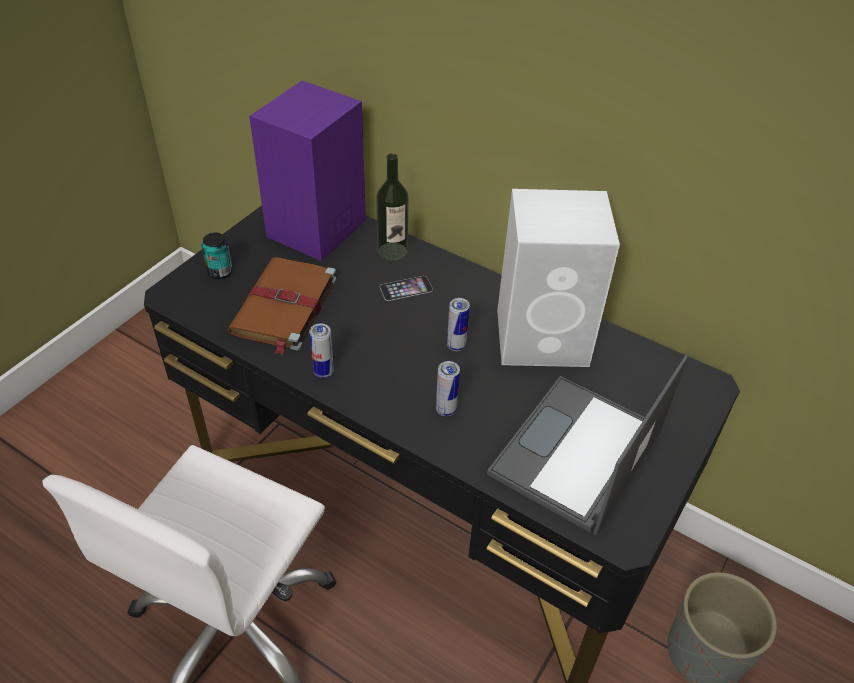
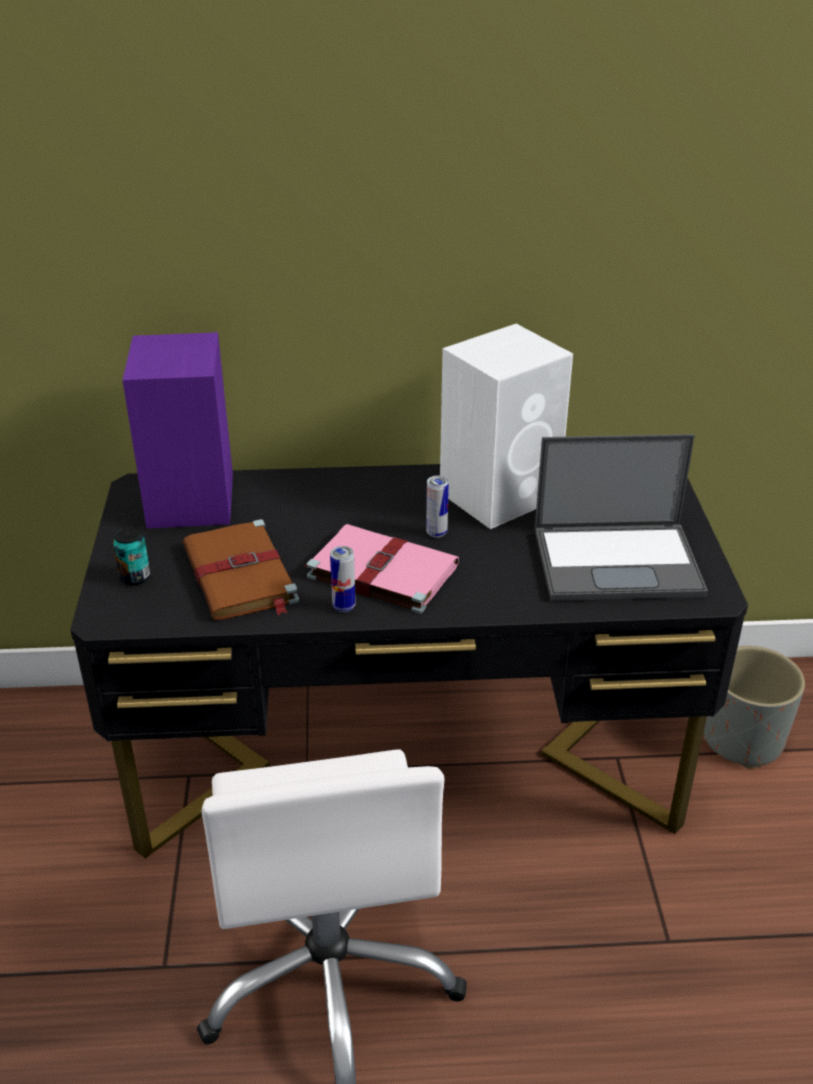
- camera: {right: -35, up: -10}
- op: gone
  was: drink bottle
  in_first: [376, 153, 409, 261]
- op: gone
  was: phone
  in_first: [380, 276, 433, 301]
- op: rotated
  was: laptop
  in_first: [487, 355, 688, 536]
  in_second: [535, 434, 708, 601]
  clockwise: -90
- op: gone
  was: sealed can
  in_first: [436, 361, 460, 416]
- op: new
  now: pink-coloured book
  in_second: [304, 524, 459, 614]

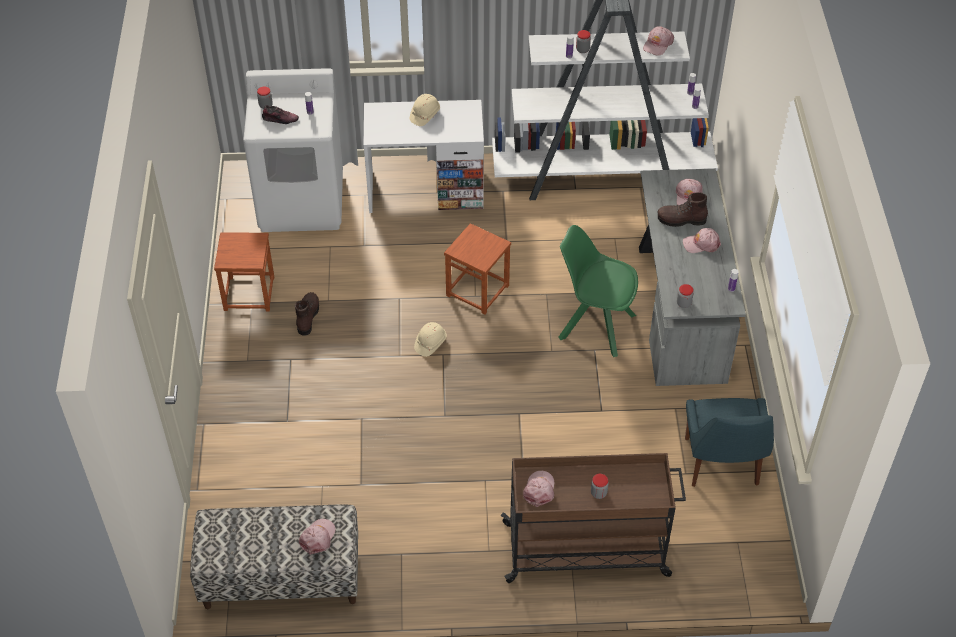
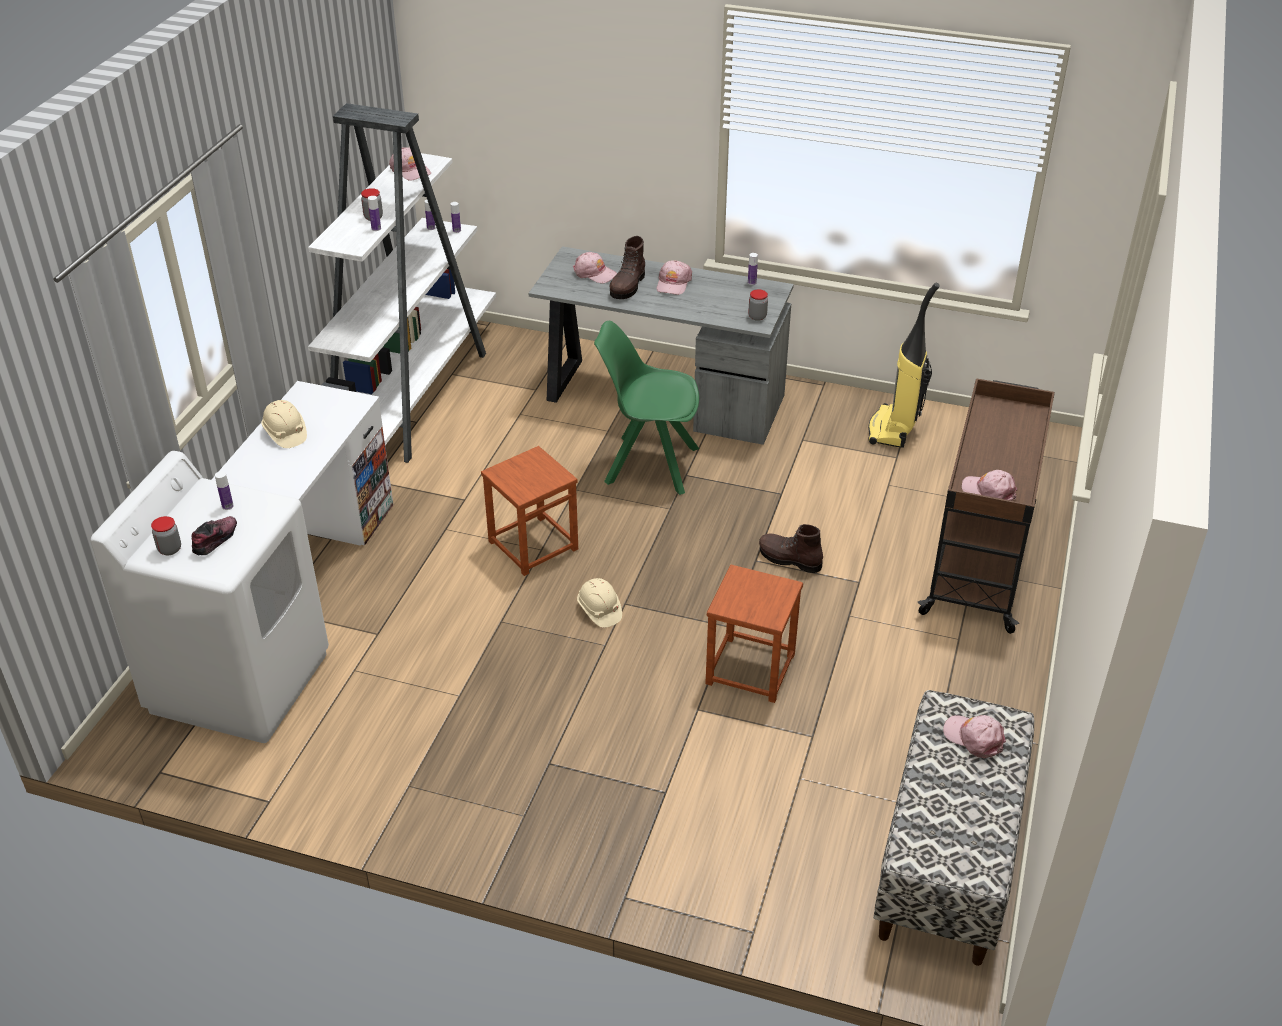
- camera: {right: -70, up: -10}
- op: rotated
  was: greenish plain chair
  in_first: [558, 225, 638, 357]
  in_second: [594, 321, 699, 495]
  clockwise: 60
- op: shifted
  was: brownish stool seat
  in_first: [214, 232, 274, 311]
  in_second: [705, 565, 803, 703]
- op: shifted
  was: brownish boot
  in_first: [295, 292, 319, 335]
  in_second: [759, 524, 823, 573]
- op: swapped
  was: blue plain chair
  now: vacuum cleaner
  in_first: [685, 398, 774, 487]
  in_second: [868, 283, 940, 448]
- op: gone
  was: storage jar
  in_first: [591, 474, 609, 499]

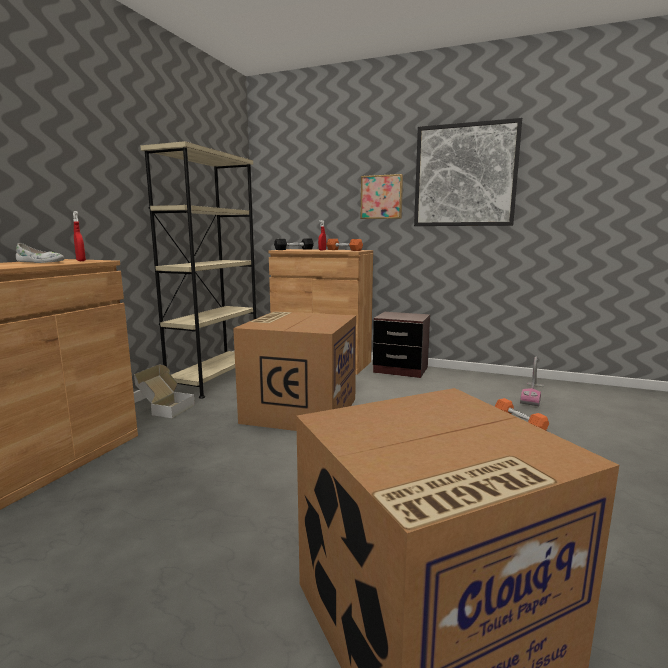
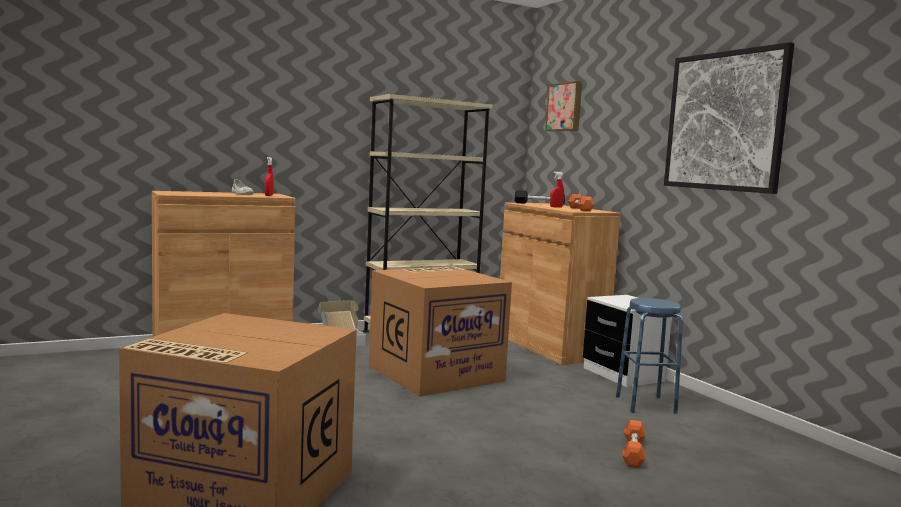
- camera: {right: 40, up: -5}
- op: shifted
  was: picture
  in_first: [360, 174, 403, 219]
  in_second: [545, 81, 582, 131]
- op: repainted
  was: brownish night table
  now: whitish night table
  in_first: [373, 312, 430, 378]
  in_second: [583, 295, 672, 387]
- op: gone
  was: vacuum cleaner
  in_first: [520, 357, 543, 407]
- op: new
  now: blue stool seat
  in_second: [616, 298, 683, 414]

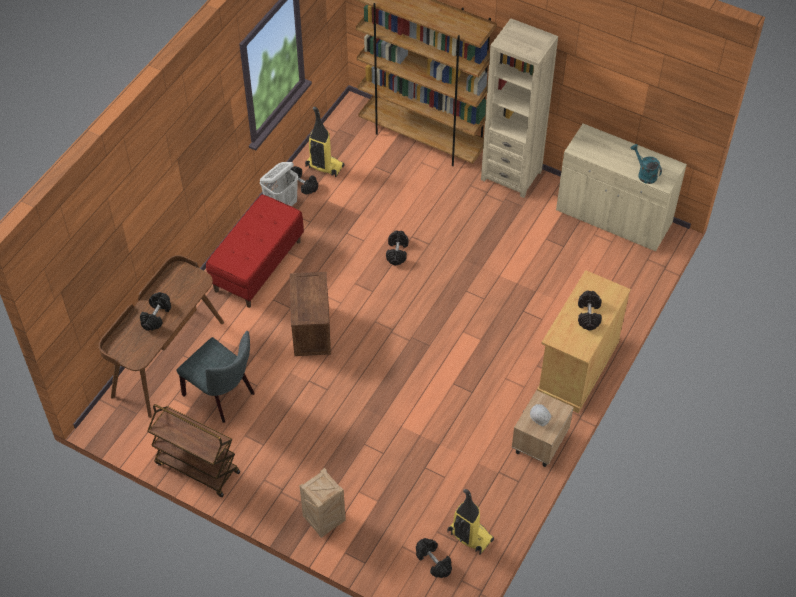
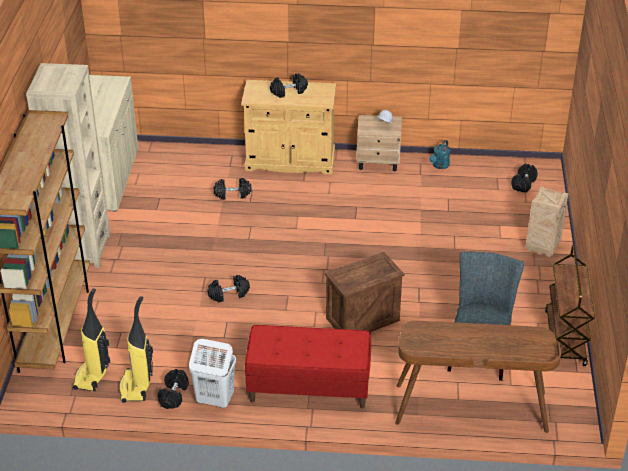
- camera: {right: -115, up: -15}
- op: shifted
  was: turquoise-coloured watering can
  in_first: [631, 144, 662, 184]
  in_second: [429, 140, 450, 169]
- op: shifted
  was: black dumbbell
  in_first: [140, 292, 171, 331]
  in_second: [213, 178, 252, 200]
- op: shifted
  was: vacuum cleaner
  in_first: [447, 489, 494, 555]
  in_second: [72, 288, 110, 391]

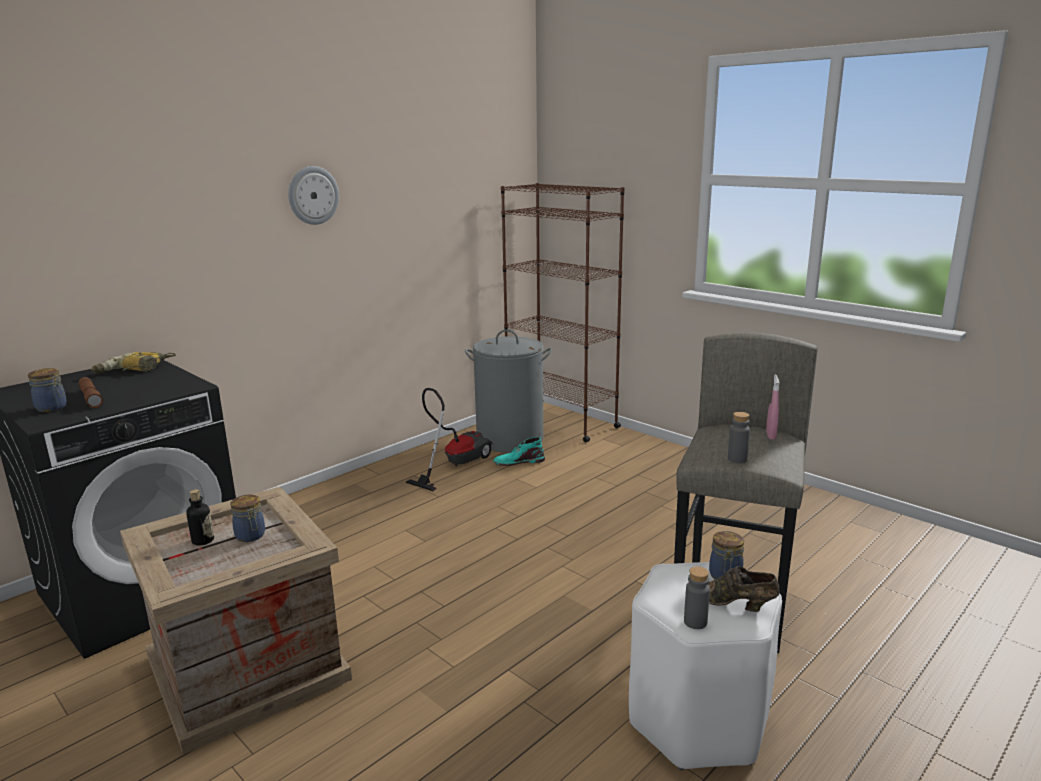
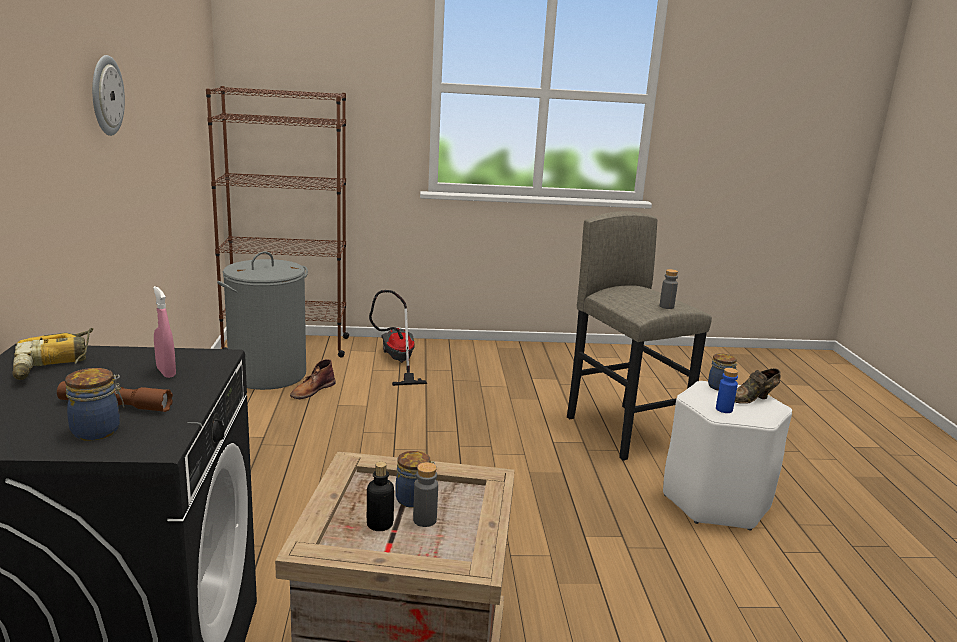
- camera: {right: -50, up: 0}
- op: shifted
  was: pink-coloured spray bottle
  in_first: [766, 374, 779, 439]
  in_second: [153, 286, 176, 378]
- op: shifted
  was: vacuum cleaner
  in_first: [406, 388, 493, 491]
  in_second: [369, 290, 427, 386]
- op: repainted
  was: turquoise-coloured boot
  now: brownish boot
  in_first: [493, 437, 545, 466]
  in_second: [290, 359, 336, 399]
- op: shifted
  was: grey drink bottle
  in_first: [684, 566, 710, 629]
  in_second: [413, 462, 438, 527]
- op: new
  now: blue drink bottle
  in_second: [716, 368, 738, 413]

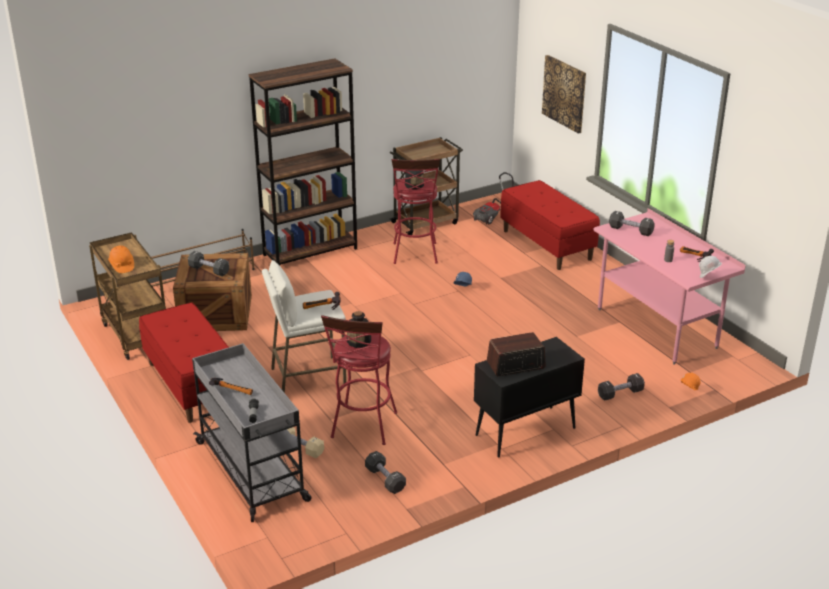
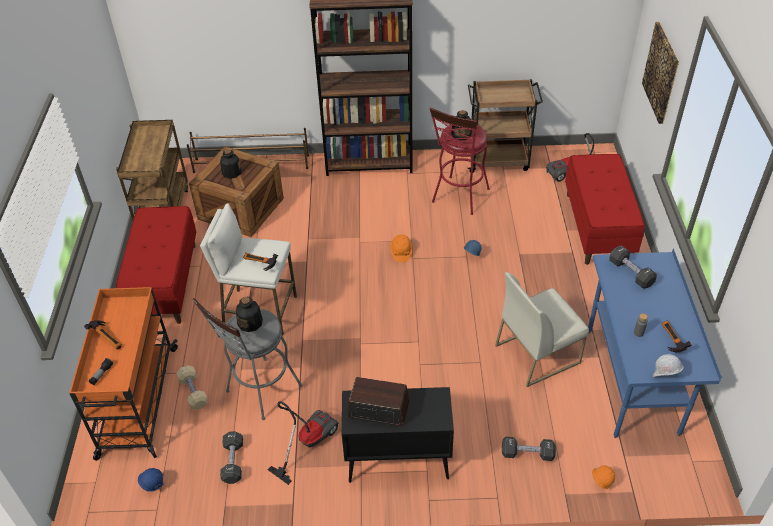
- camera: {right: 30, up: 15}
- op: repainted
  was: pink-coloured desk table
  now: blue desk table
  in_first: [593, 208, 746, 364]
  in_second: [588, 248, 722, 438]
- op: shifted
  was: orange-coloured hard hat
  in_first: [108, 246, 134, 273]
  in_second: [391, 234, 412, 262]
- op: swapped
  was: black dumbbell
  now: drink bottle
  in_first: [188, 251, 229, 277]
  in_second: [220, 149, 242, 179]
- op: repainted
  was: red stool seat
  now: grey stool seat
  in_first: [321, 315, 397, 445]
  in_second: [192, 298, 302, 420]
- op: repainted
  was: grey cart
  now: orange-coloured cart
  in_first: [192, 343, 312, 522]
  in_second: [69, 287, 178, 461]
- op: new
  now: whitish plain chair
  in_second: [495, 272, 589, 387]
- op: new
  now: vacuum cleaner
  in_second: [268, 401, 339, 485]
- op: new
  now: blue hard hat
  in_second: [138, 468, 163, 492]

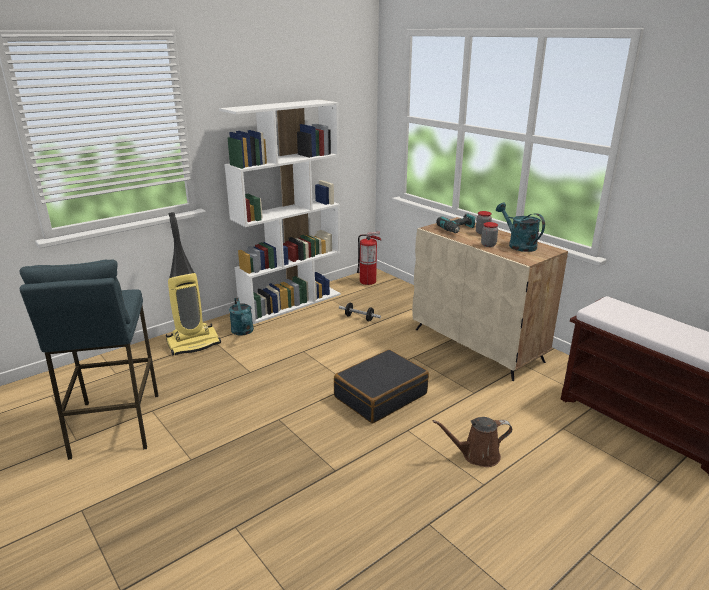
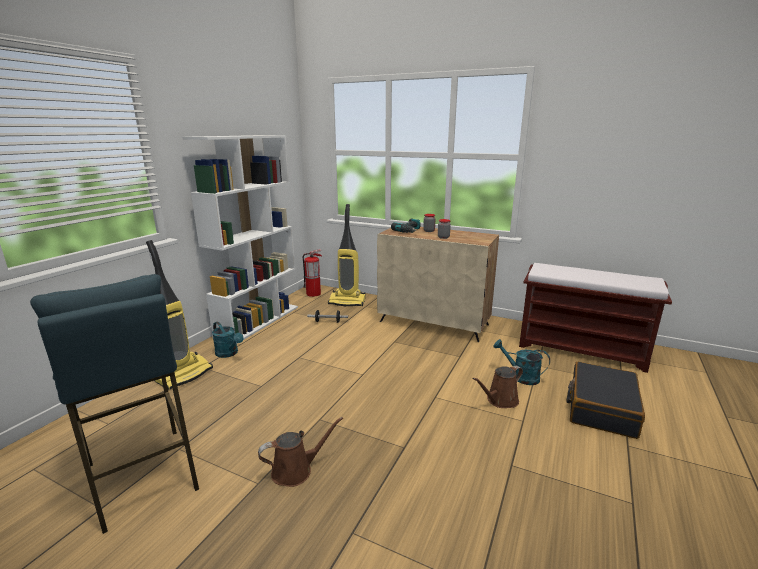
- camera: {right: -25, up: -5}
- op: shifted
  was: turquoise-coloured watering can
  in_first: [496, 203, 545, 252]
  in_second: [493, 339, 550, 385]
- op: shifted
  was: black piece of luggage
  in_first: [334, 349, 429, 423]
  in_second: [566, 362, 645, 439]
- op: new
  now: vacuum cleaner
  in_second: [328, 204, 366, 306]
- op: new
  now: brownish watering can
  in_second: [258, 417, 343, 487]

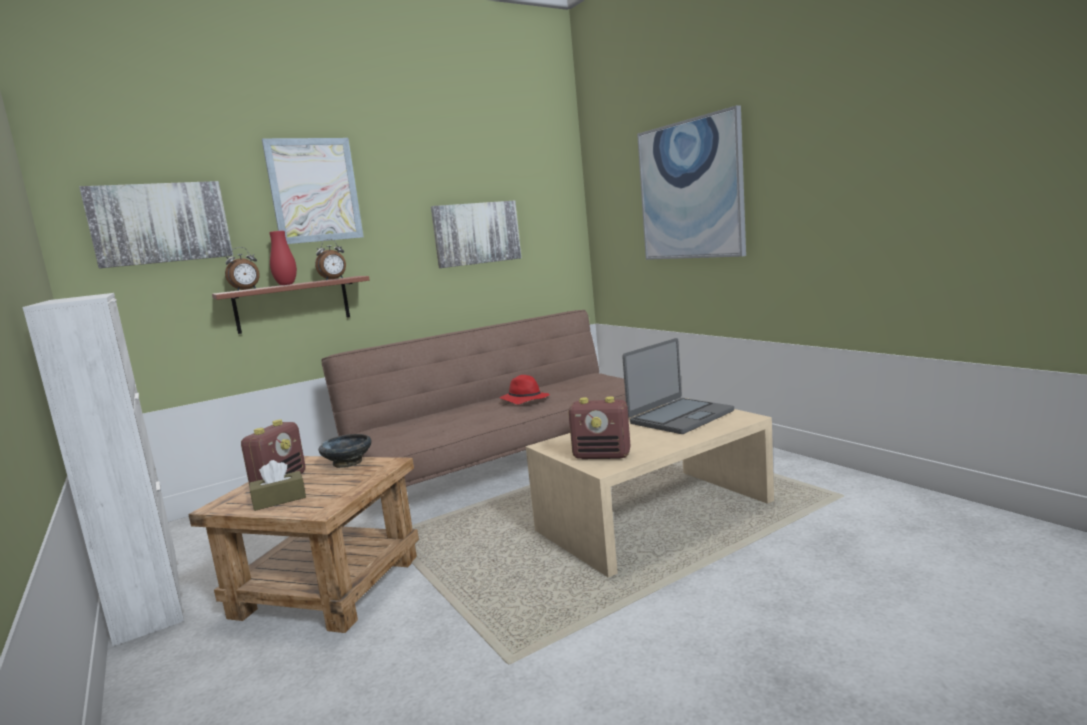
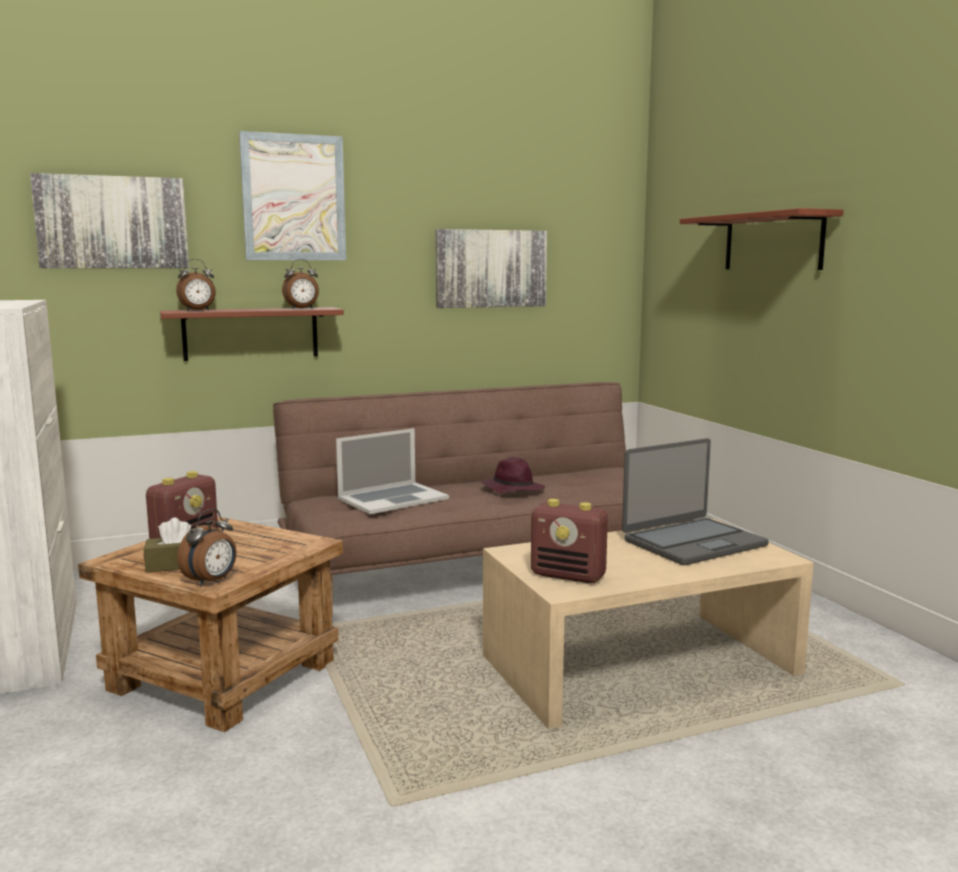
- camera: {right: 10, up: 0}
- op: swapped
  was: picture
  now: wall shelf
  in_first: [637, 105, 746, 260]
  in_second: [680, 208, 844, 270]
- op: gone
  was: red decorative vase
  in_first: [269, 231, 297, 285]
- op: repainted
  was: red hat
  now: purplish hat
  in_first: [500, 375, 550, 404]
  in_second: [481, 457, 545, 494]
- op: gone
  was: black bowl
  in_first: [318, 434, 372, 468]
- op: new
  now: laptop
  in_second: [336, 428, 449, 514]
- op: new
  now: bedside clock
  in_second: [177, 509, 236, 586]

